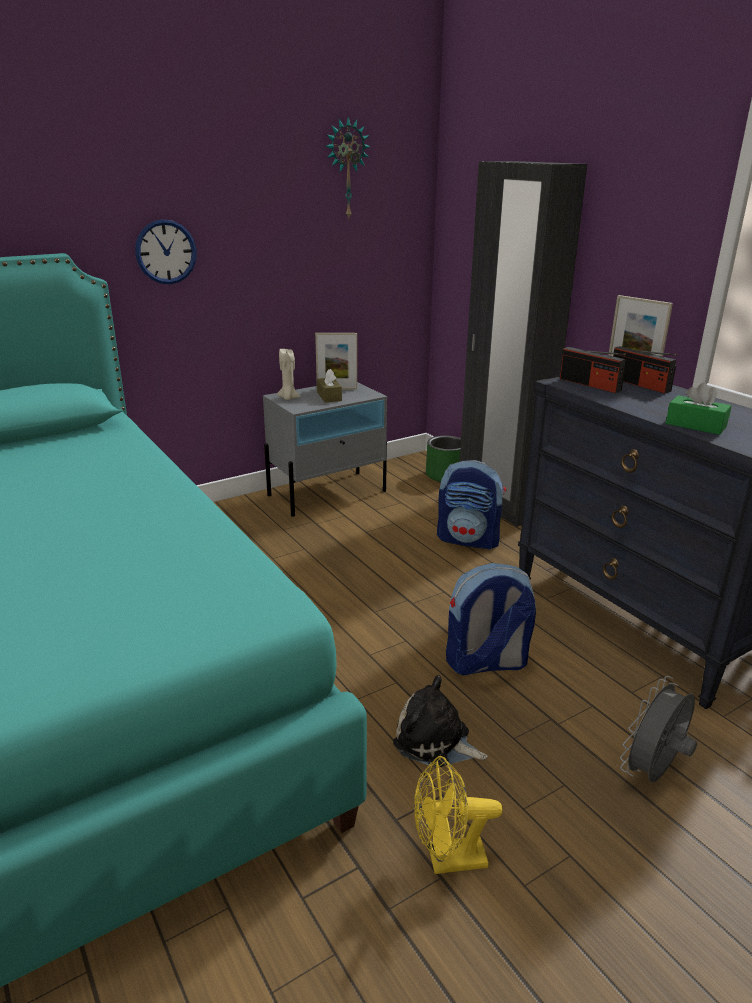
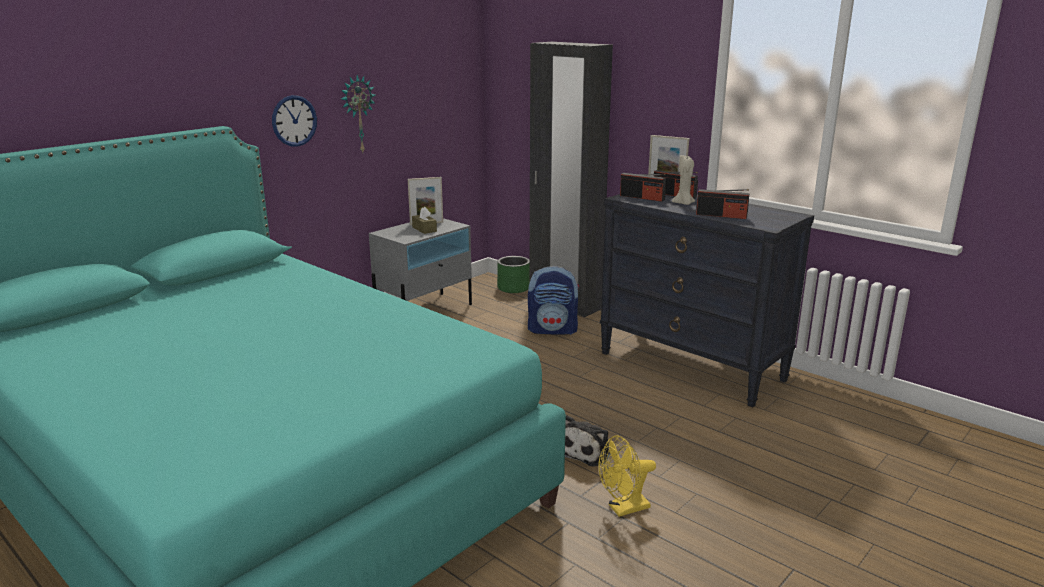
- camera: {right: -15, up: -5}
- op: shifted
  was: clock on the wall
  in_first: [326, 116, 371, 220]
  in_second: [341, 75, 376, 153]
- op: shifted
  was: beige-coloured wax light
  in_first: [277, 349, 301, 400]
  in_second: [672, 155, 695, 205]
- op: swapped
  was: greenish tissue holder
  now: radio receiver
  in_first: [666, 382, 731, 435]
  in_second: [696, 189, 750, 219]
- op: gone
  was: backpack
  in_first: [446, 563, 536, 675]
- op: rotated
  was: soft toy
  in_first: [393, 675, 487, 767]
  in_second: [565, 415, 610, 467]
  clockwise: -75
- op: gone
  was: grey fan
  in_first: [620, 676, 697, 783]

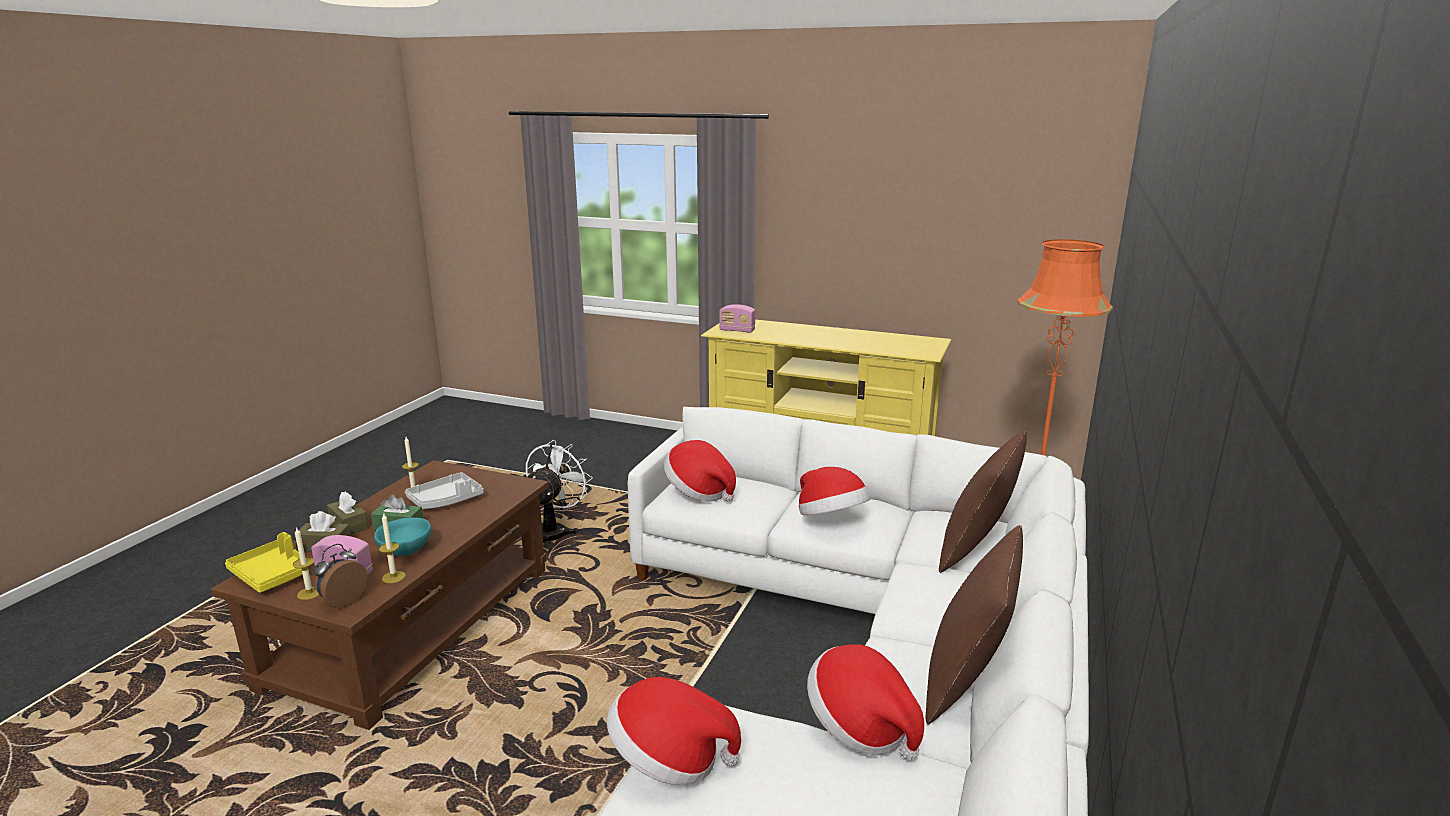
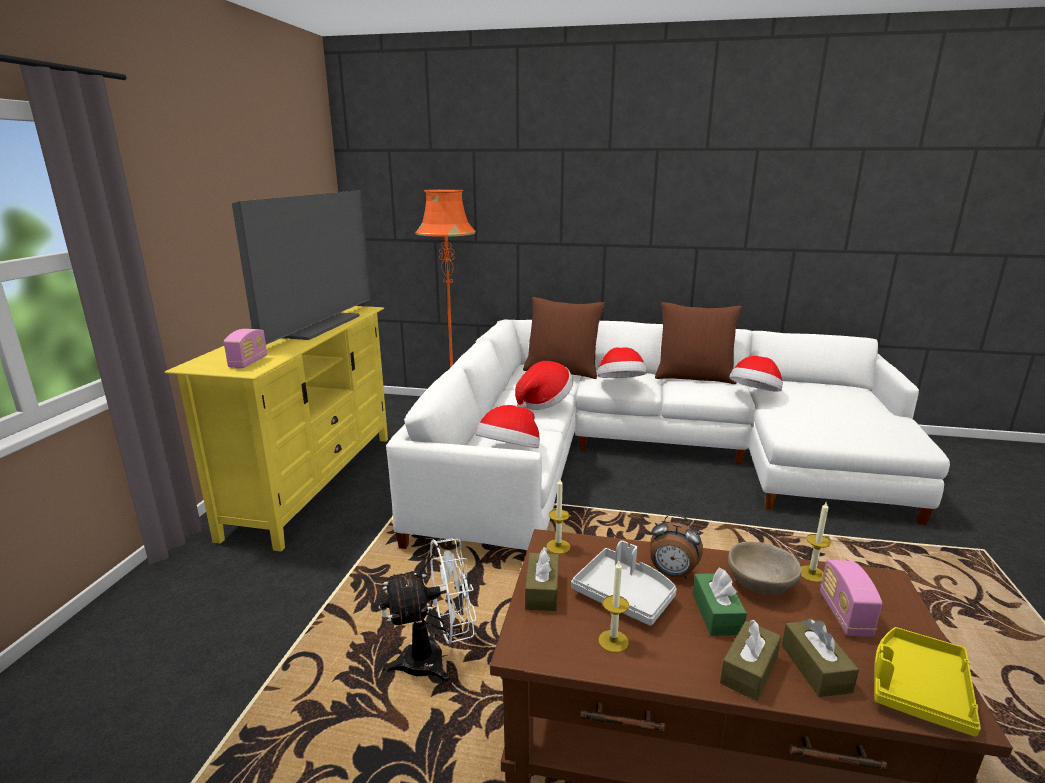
- camera: {right: -100, up: 0}
- op: rotated
  was: whitish fan
  in_first: [526, 440, 593, 543]
  in_second: [379, 538, 476, 683]
  clockwise: 150
- op: repainted
  was: turquoise-coloured bowl
  now: beige-coloured bowl
  in_first: [374, 517, 431, 556]
  in_second: [728, 542, 802, 595]
- op: shifted
  was: wax light
  in_first: [293, 527, 319, 600]
  in_second: [546, 479, 570, 554]
- op: shifted
  was: bedside clock
  in_first: [313, 544, 368, 608]
  in_second: [650, 514, 703, 579]
- op: shifted
  was: hat
  in_first: [607, 677, 741, 785]
  in_second: [597, 347, 647, 378]
- op: new
  now: TV set
  in_second: [232, 190, 371, 345]
- op: new
  now: brownish tissue holder
  in_second: [525, 547, 559, 611]

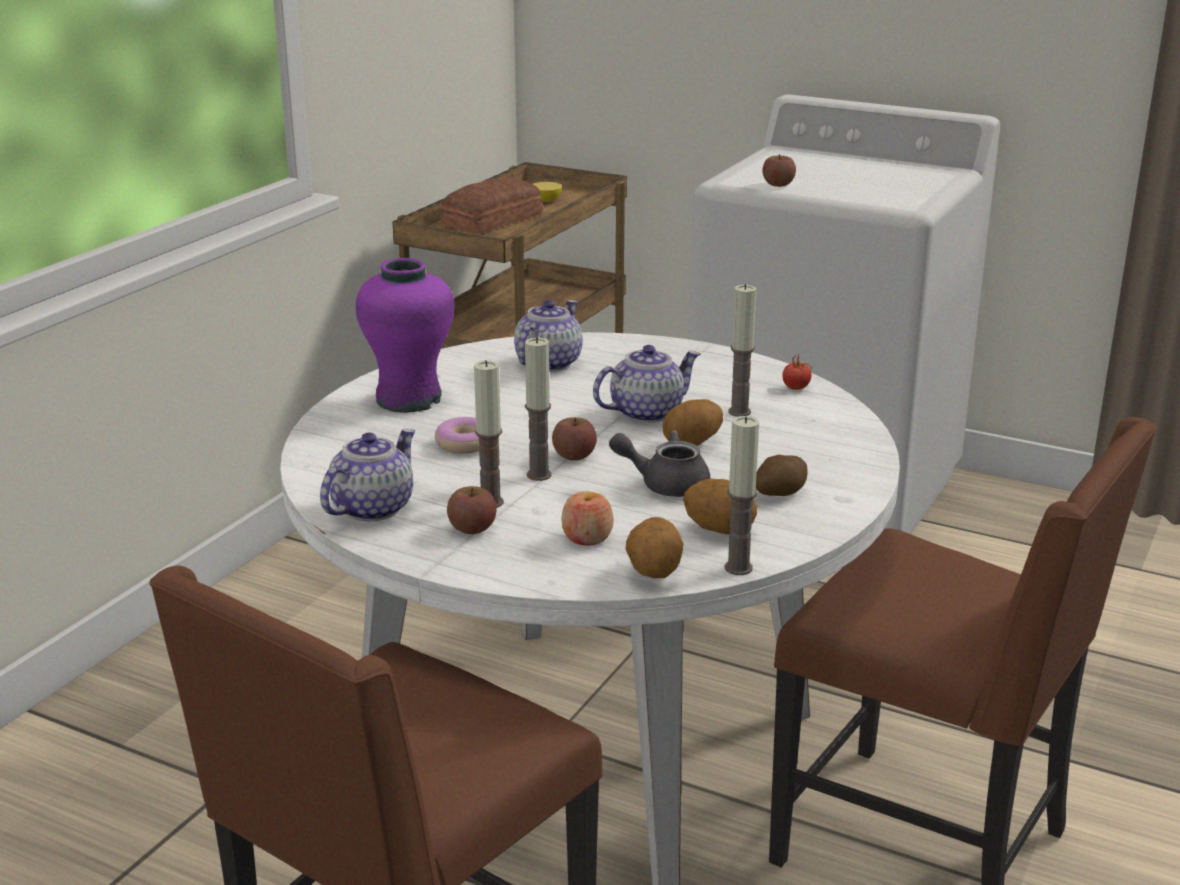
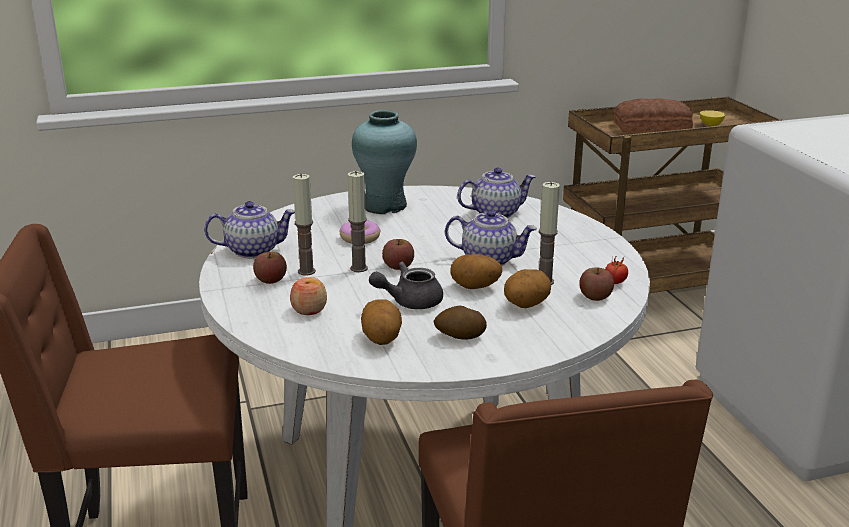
- camera: {right: 45, up: 0}
- op: shifted
  was: apple
  in_first: [763, 154, 796, 187]
  in_second: [579, 267, 614, 301]
- op: repainted
  was: purplish decorative vase
  now: turquoise-coloured decorative vase
  in_first: [356, 258, 454, 413]
  in_second: [352, 110, 417, 214]
- op: gone
  was: wax light
  in_first: [725, 416, 759, 575]
- op: rotated
  was: grey pot for tea
  in_first: [609, 430, 710, 497]
  in_second: [369, 262, 443, 309]
  clockwise: -75
- op: shifted
  was: potato
  in_first: [626, 517, 684, 578]
  in_second: [504, 269, 551, 308]

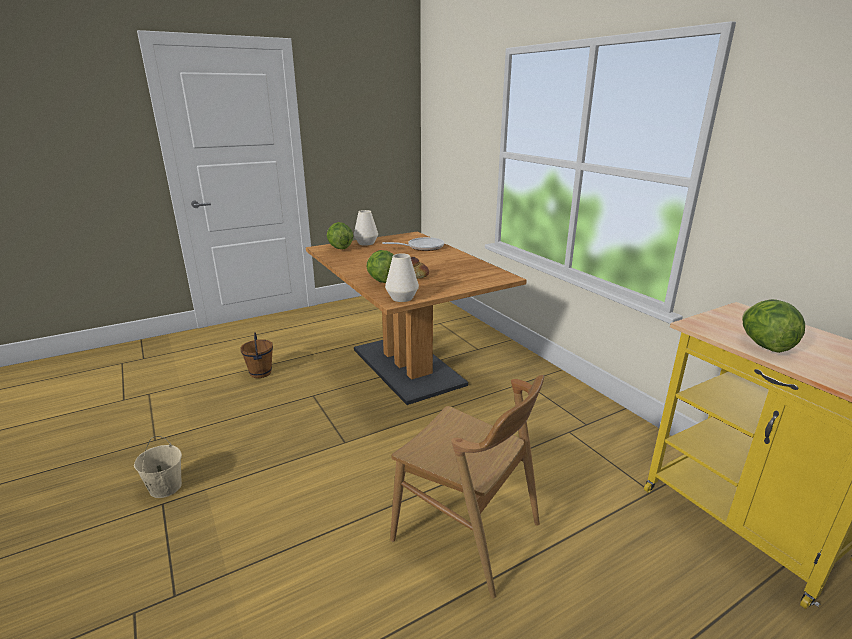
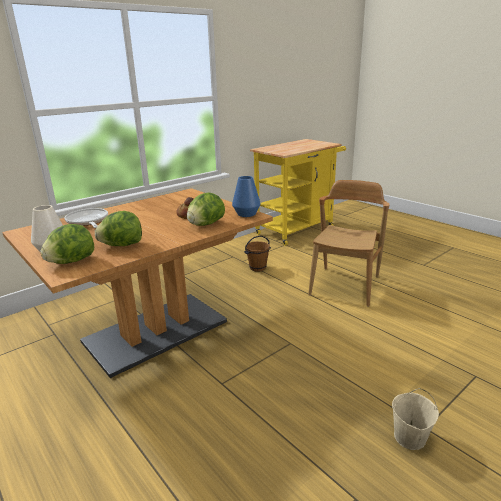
- camera: {right: -100, up: 0}
- op: repainted
  was: whitish decorative vase
  now: blue decorative vase
  in_first: [385, 253, 419, 302]
  in_second: [232, 176, 261, 217]
- op: shifted
  was: lettuce head
  in_first: [742, 299, 805, 353]
  in_second: [95, 211, 142, 246]
- op: shifted
  was: brownish water bucket
  in_first: [240, 332, 273, 378]
  in_second: [244, 236, 271, 272]

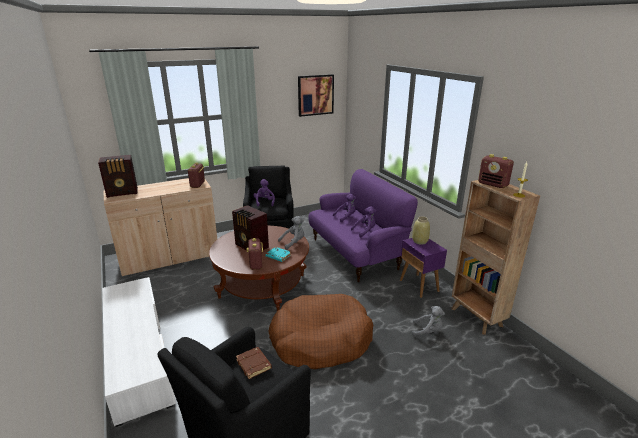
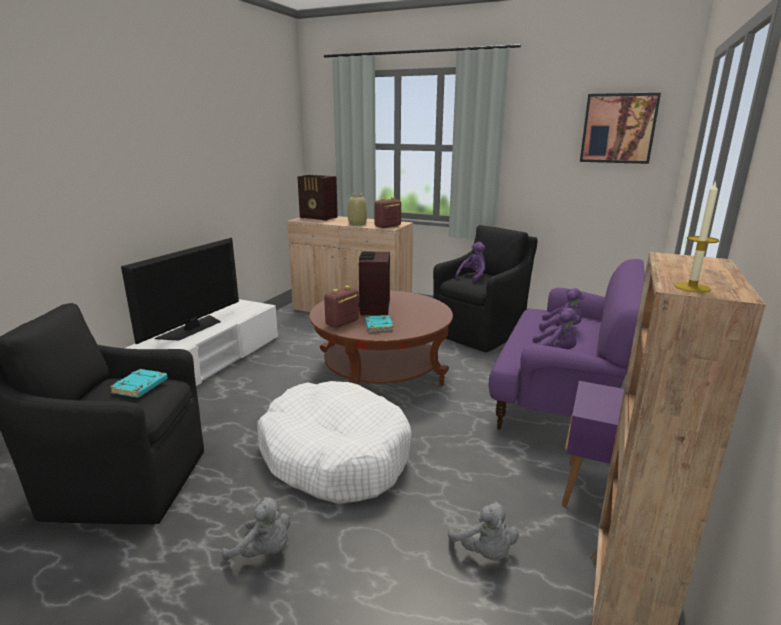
- camera: {right: 50, up: -5}
- op: gone
  was: radio receiver
  in_first: [478, 154, 514, 188]
- op: shifted
  was: grey soft toy
  in_first: [278, 216, 304, 250]
  in_second: [222, 497, 290, 560]
- op: shifted
  was: beige-coloured decorative vase
  in_first: [412, 216, 430, 245]
  in_second: [348, 193, 367, 226]
- op: repainted
  was: brownish dog bed
  now: whitish dog bed
  in_first: [269, 294, 373, 369]
  in_second: [257, 381, 411, 504]
- op: repainted
  was: brownish book
  now: turquoise-coloured book
  in_first: [236, 347, 272, 379]
  in_second: [110, 369, 168, 397]
- op: new
  now: TV set
  in_second: [121, 238, 239, 344]

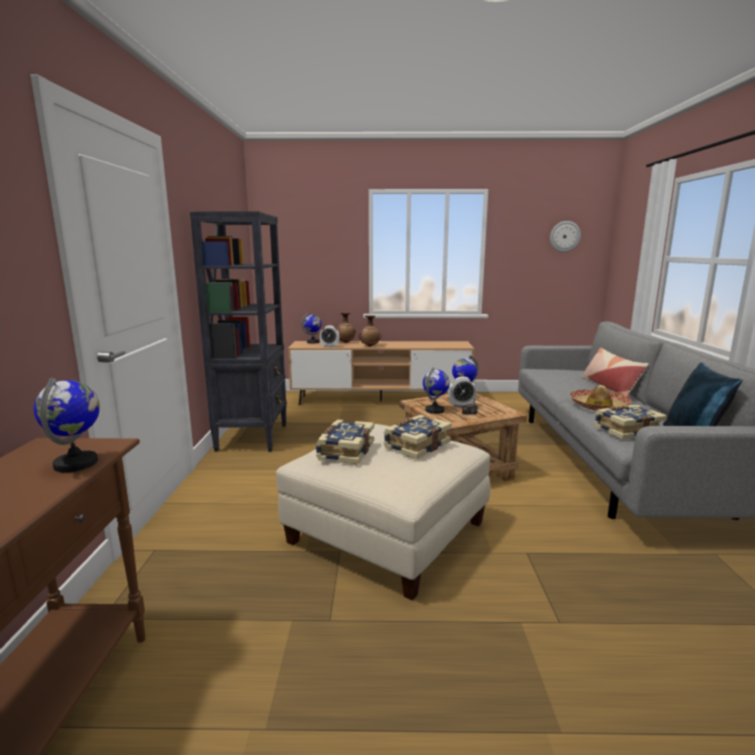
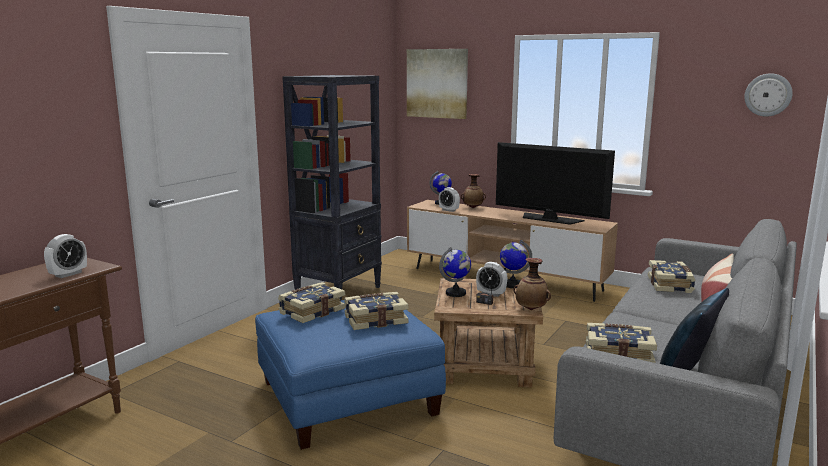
- camera: {right: 30, up: 0}
- op: shifted
  was: decorative vase
  in_first: [358, 315, 382, 347]
  in_second: [513, 258, 551, 310]
- op: swapped
  was: globe
  now: bedside clock
  in_first: [34, 377, 100, 472]
  in_second: [44, 234, 87, 278]
- op: gone
  was: hat
  in_first: [570, 385, 632, 411]
- op: repainted
  was: beige-coloured footrest
  now: blue footrest
  in_first: [276, 424, 491, 601]
  in_second: [255, 300, 446, 450]
- op: new
  now: picture
  in_second: [407, 49, 468, 119]
- op: new
  now: TV set
  in_second: [496, 142, 615, 225]
- op: new
  now: book
  in_second: [648, 260, 696, 293]

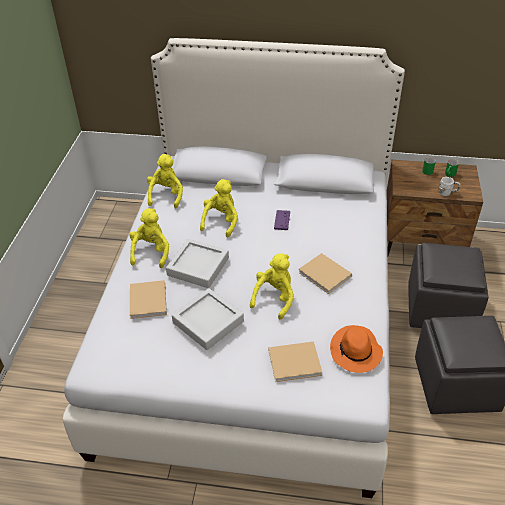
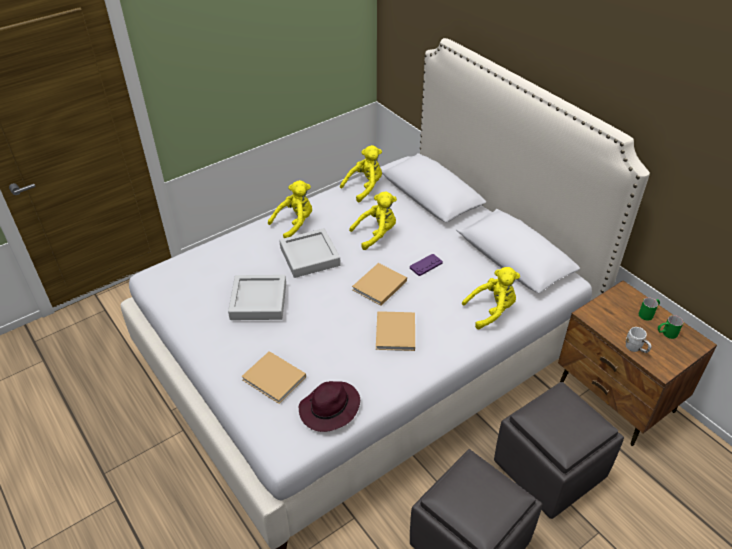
- camera: {right: 45, up: 0}
- op: shifted
  was: yellow soft toy
  in_first: [250, 253, 294, 320]
  in_second: [462, 267, 520, 329]
- op: shifted
  was: beige-coloured book
  in_first: [130, 280, 167, 319]
  in_second: [352, 263, 407, 306]
- op: repainted
  was: orange-coloured hat
  now: purplish hat
  in_first: [330, 325, 383, 373]
  in_second: [299, 381, 360, 432]

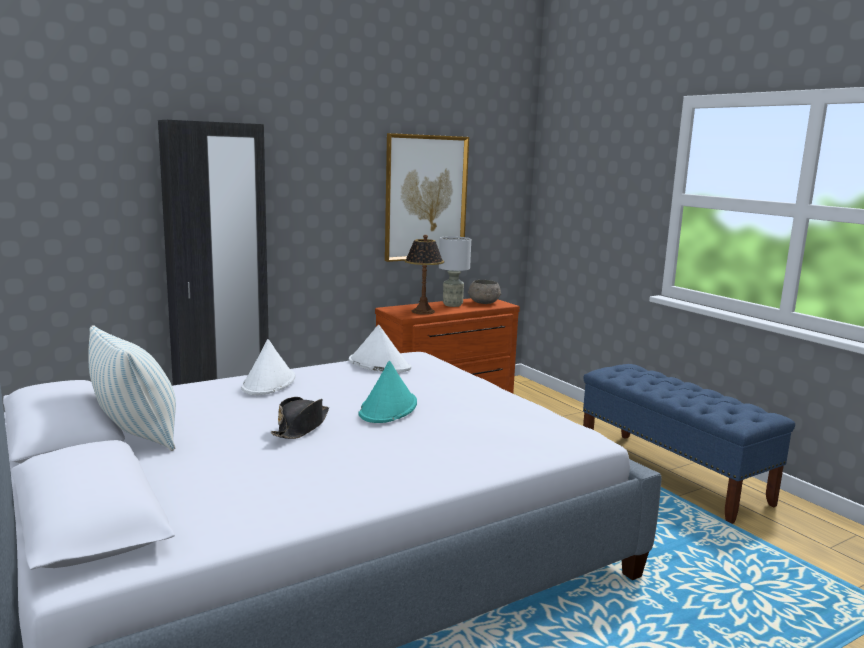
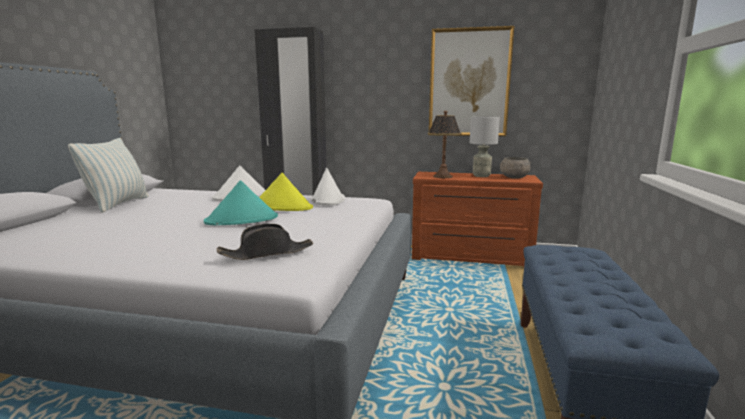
- camera: {right: 45, up: 0}
- op: shifted
  was: black hat
  in_first: [271, 397, 329, 439]
  in_second: [217, 224, 313, 260]
- op: new
  now: yellow hat
  in_second: [259, 173, 313, 211]

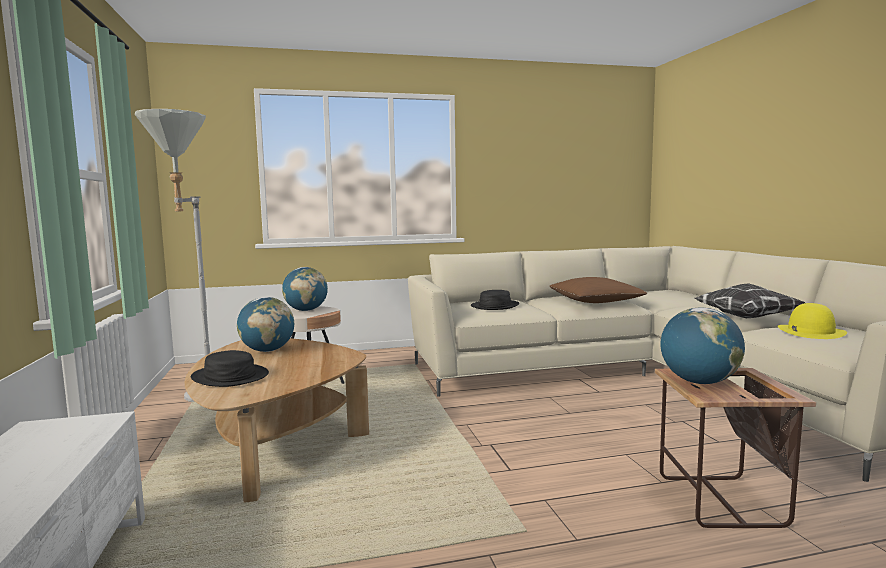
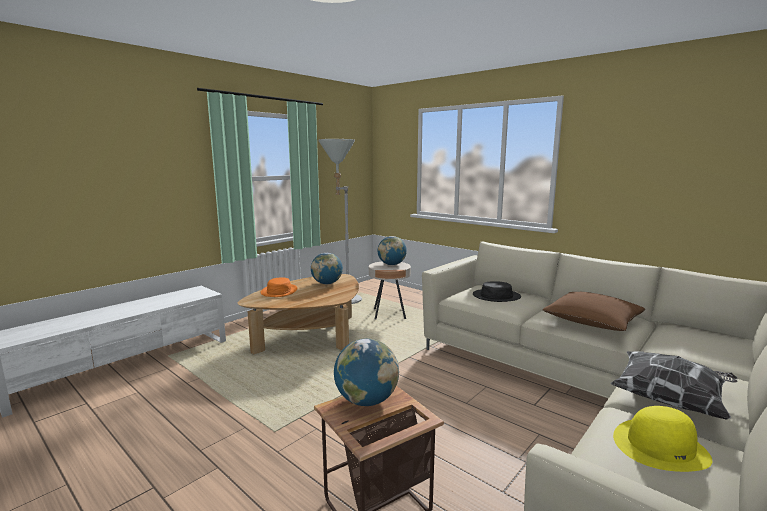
- camera: {right: 55, up: 5}
- op: repainted
  was: black hat
  now: orange-coloured hat
  in_first: [191, 350, 269, 387]
  in_second: [261, 277, 297, 297]

